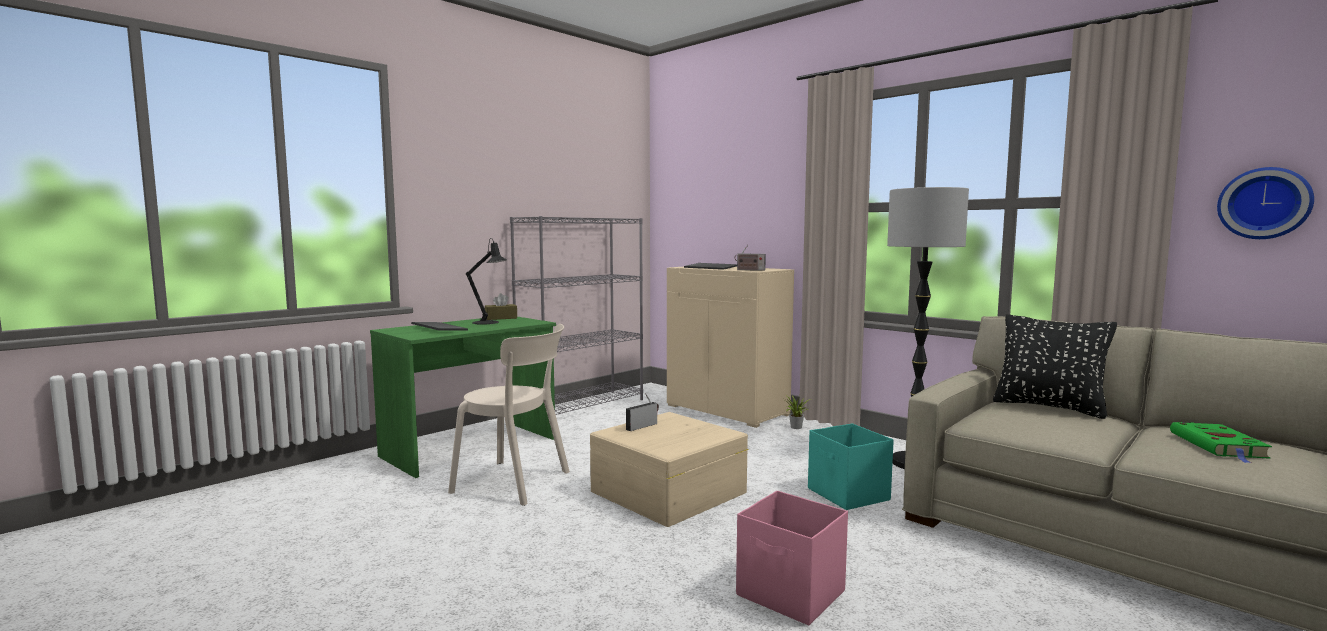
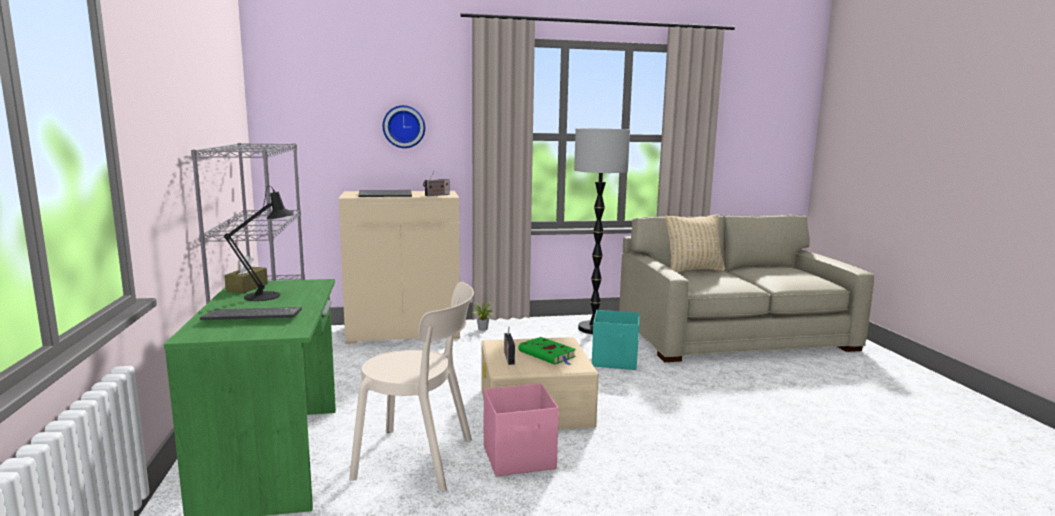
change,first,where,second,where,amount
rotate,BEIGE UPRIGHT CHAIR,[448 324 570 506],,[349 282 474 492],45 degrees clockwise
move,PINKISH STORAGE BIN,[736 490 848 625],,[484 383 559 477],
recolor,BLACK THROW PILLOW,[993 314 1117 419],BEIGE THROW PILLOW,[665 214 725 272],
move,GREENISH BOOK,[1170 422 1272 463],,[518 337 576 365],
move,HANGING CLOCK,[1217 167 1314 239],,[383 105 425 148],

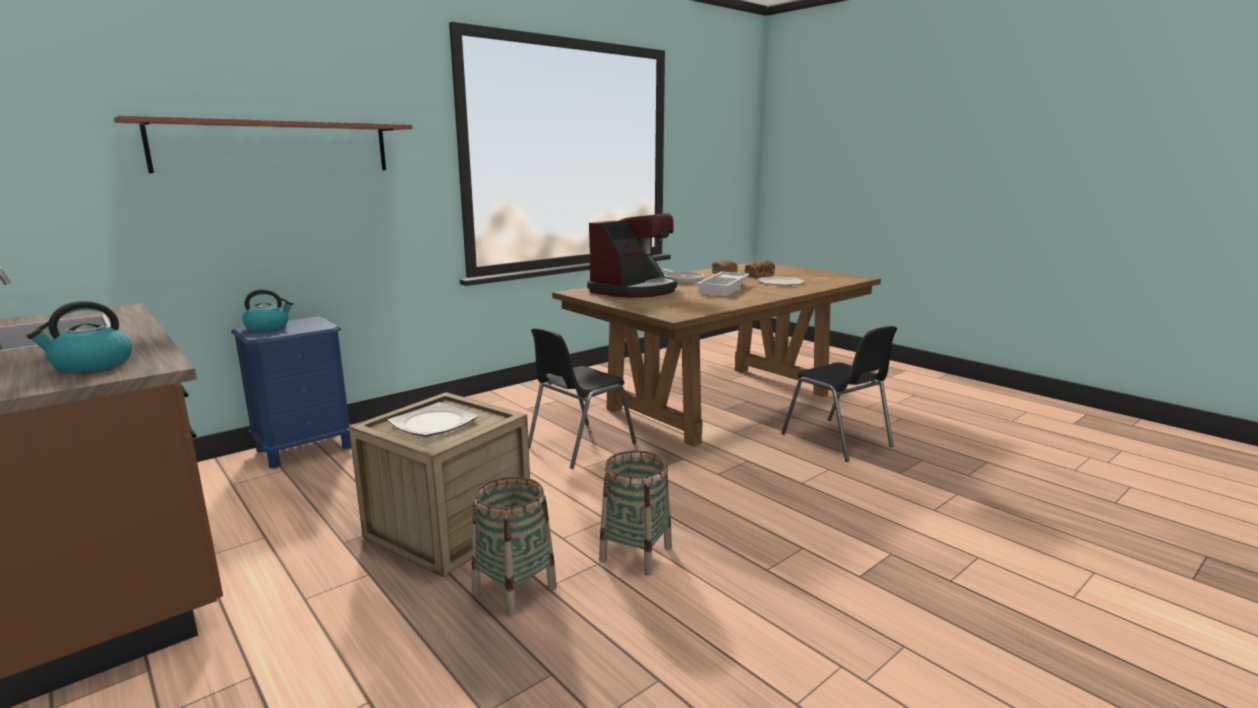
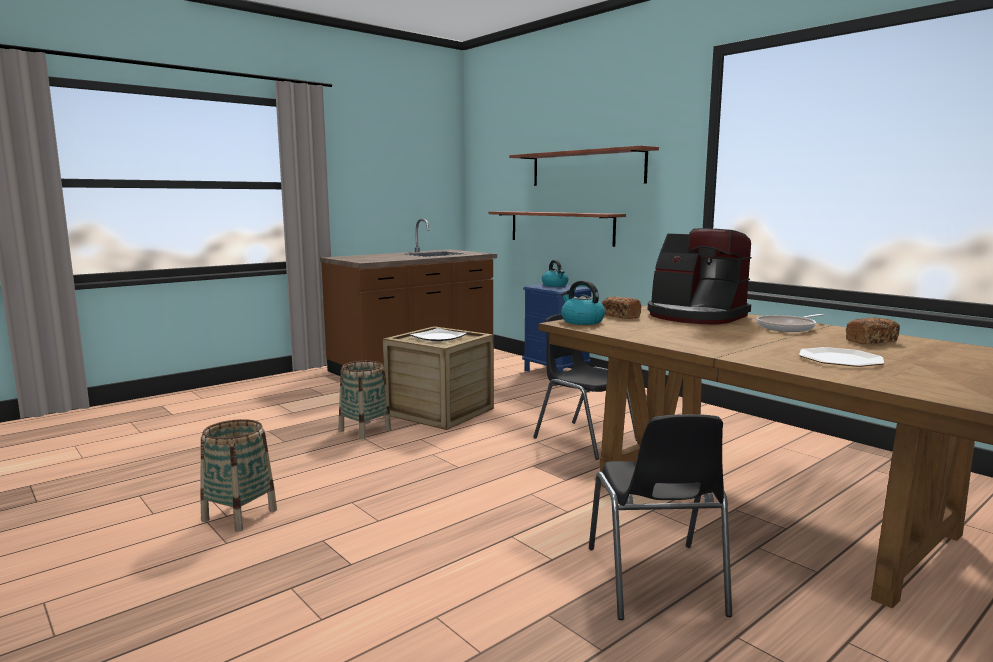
change,first,where,second,where,amount
move,TEA KETTLE,[27 301 132 373],,[561 280 605 325],
move,STORAGE BASKET,[599 450 672 575],,[200 419 277 532],
delete,WHITISH CARRYING TRAY,[697 272 750 296],,,
move,BAKED BREAD,[745 260 775 278],,[602 297 641 319],
rotate,BLACK UPRIGHT CHAIR,[781 326 897 462],,[589 414 732 620],60 degrees counterclockwise
insert,,,WALL SHELF,[489 211 626 247],

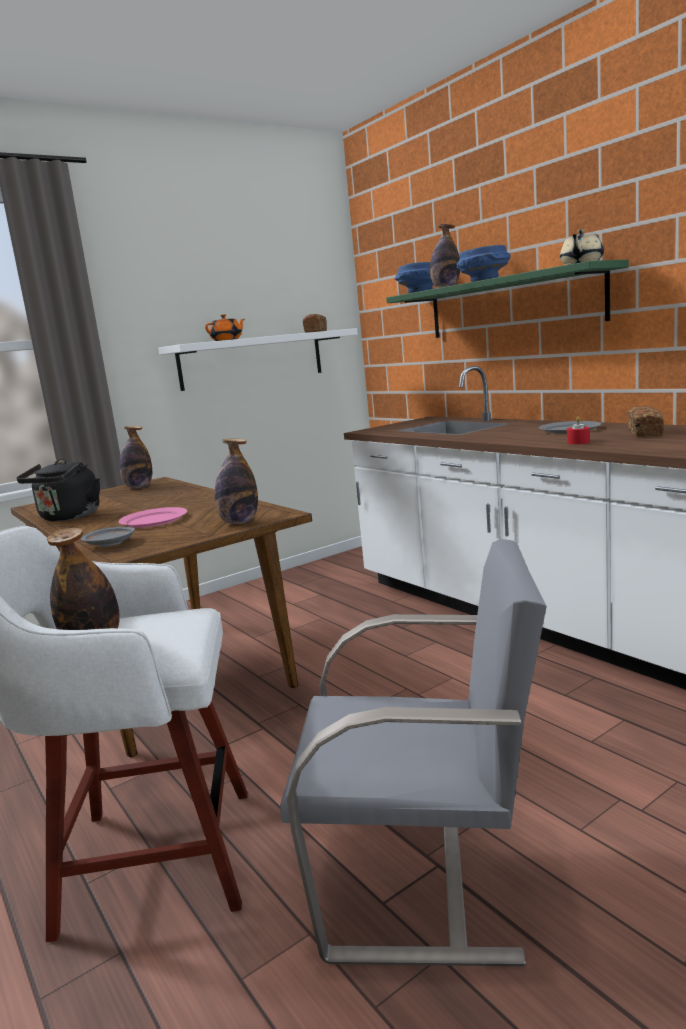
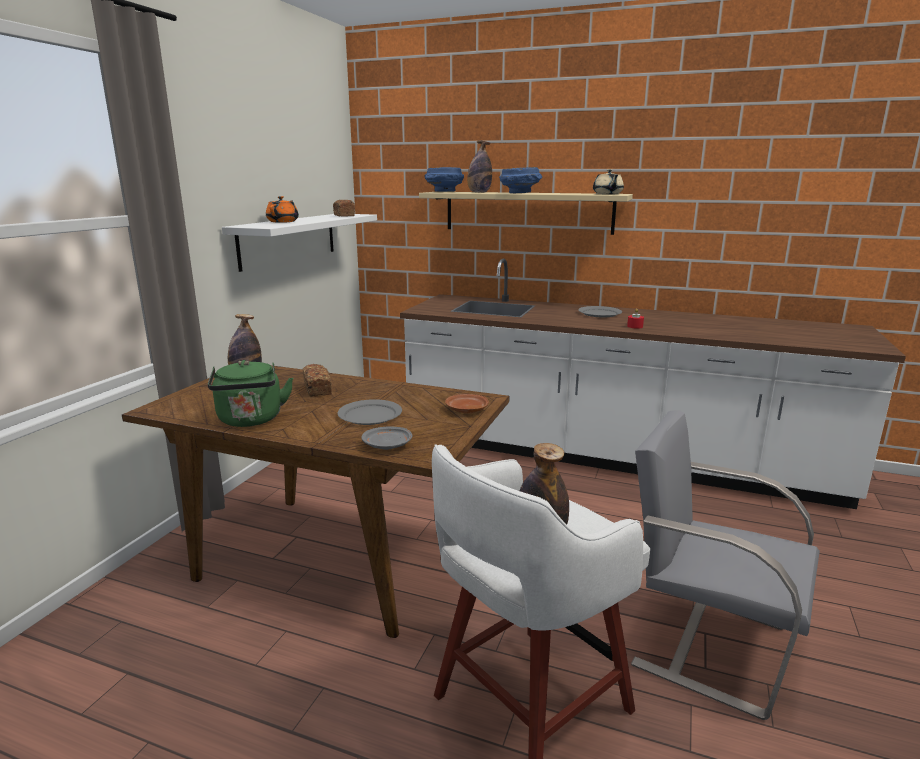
change,first,where,second,where,amount
recolor,BLACK TEA KETTLE,[16 459 100 521],GREENISH TEA KETTLE,[208 360 293 427],
recolor,PINKISH PLATE,[119 507 187 528],GREY PLATE,[337 399 402 425],
replace,BEVERAGE BOTTLE,[215 439 258 524],BROWN-COLOURED PLATE,[445 394 489 413],
rotate,GREY UPRIGHT CHAIR,[280 539 547 966],,[631 410 820 720],120 degrees counterclockwise
recolor,GREENISH WALL SHELF,[386 260 629 338],BEIGE WALL SHELF,[419 192 633 235],
move,BAKED BREAD,[628 406 664 437],,[303 364 332 397],

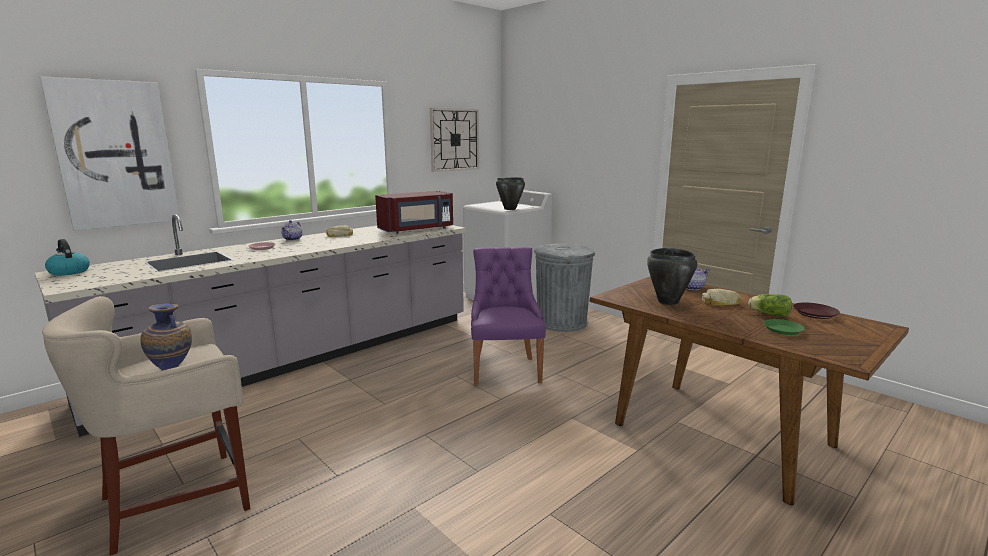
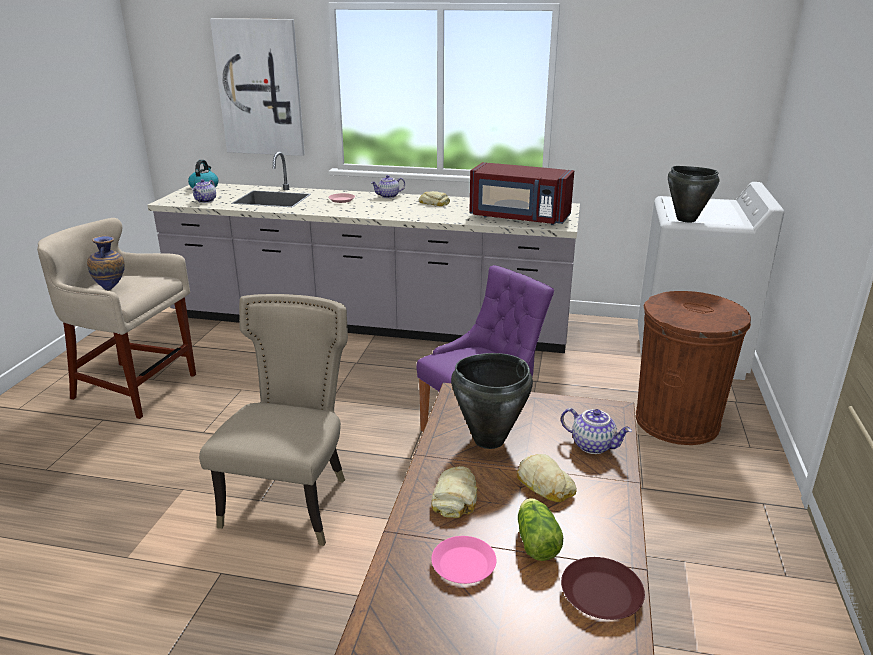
change,first,where,second,where,amount
delete,HANGING CLOCK,[430 108 479 172],,,
recolor,GREY TRASH CAN,[534 243 595 332],BROWN-COLOURED TRASH CAN,[636 291 751 445],
recolor,GREENISH PLATE,[763 319 805 335],PINKISH PLATE,[431 536 497 584],
insert,,,TEA POT,[192 179 216 203],
insert,,,BEIGE UPRIGHT CHAIR,[199 294 348 546],
insert,,,BAKED BREAD,[431 466 477 518],

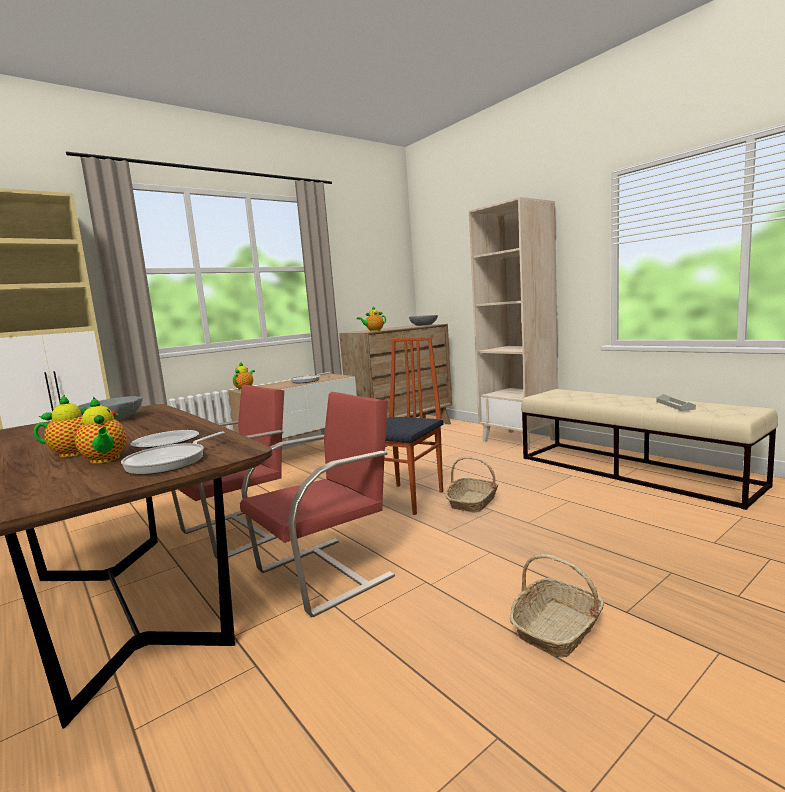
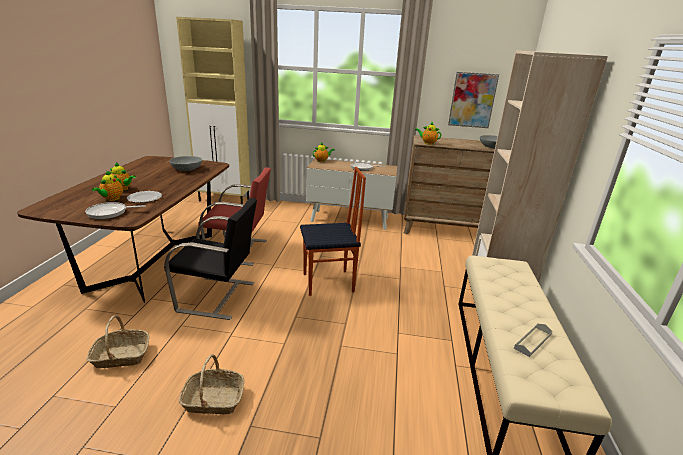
change,first,where,second,where,amount
recolor,REDDISH UPRIGHT CHAIR,[240 392 395 617],BLACK UPRIGHT CHAIR,[164 198 257 320],
move,STORAGE BASKET,[446 456 498 513],,[87 315 149 368],
insert,,,WALL ART,[448 72 499 128],

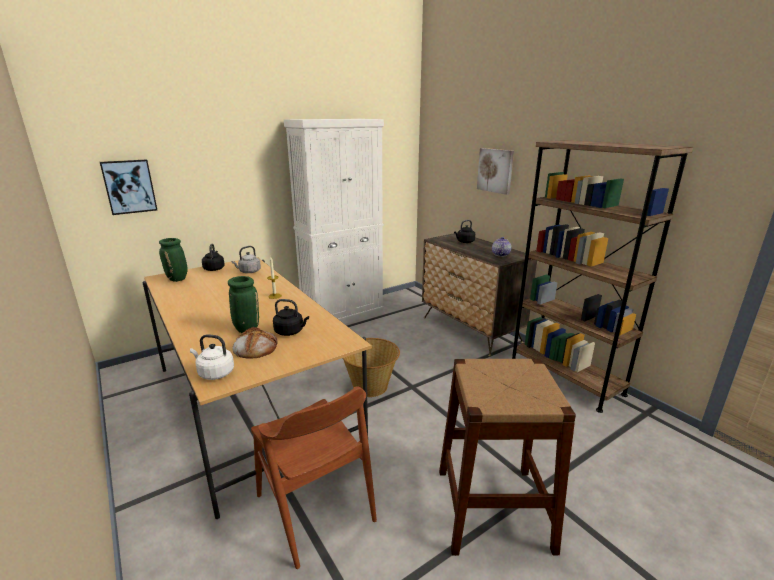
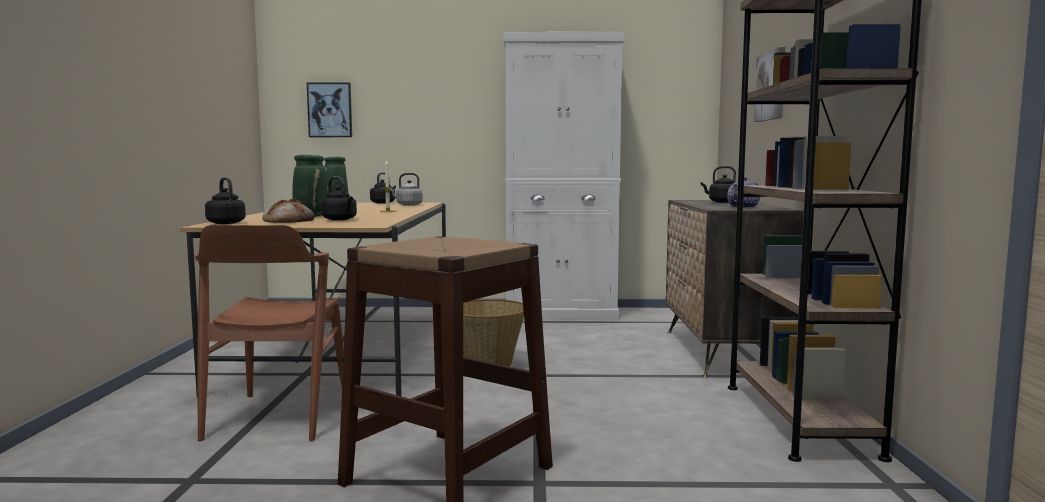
change,first,where,second,where,amount
recolor,WHITISH TEA KETTLE,[190 335 234 380],BLACK TEA KETTLE,[205 177 246 224],

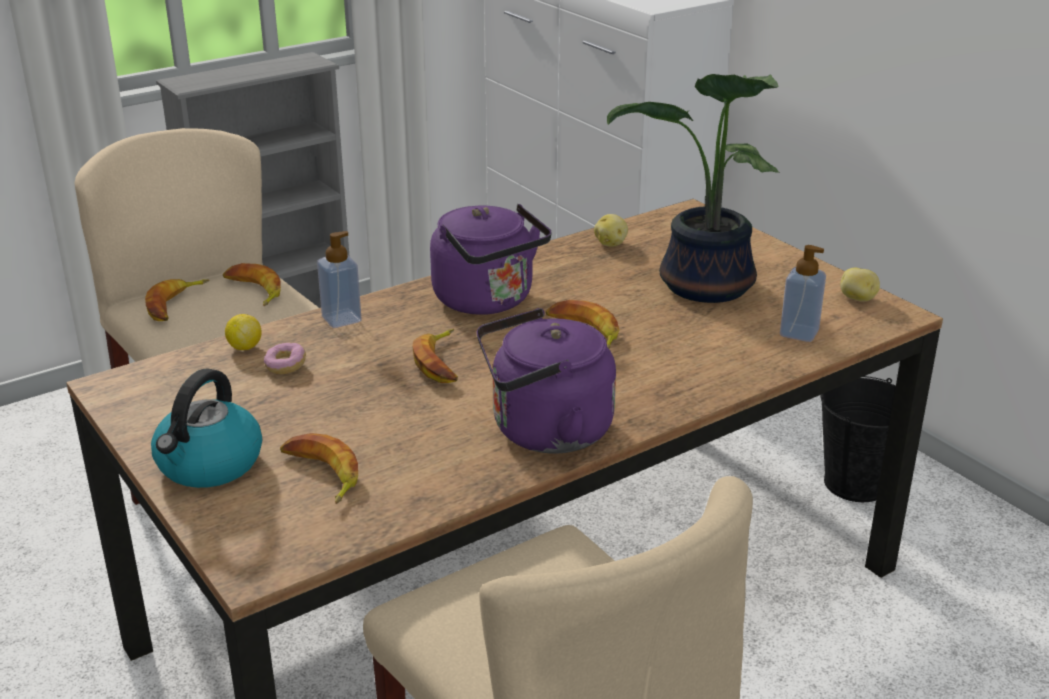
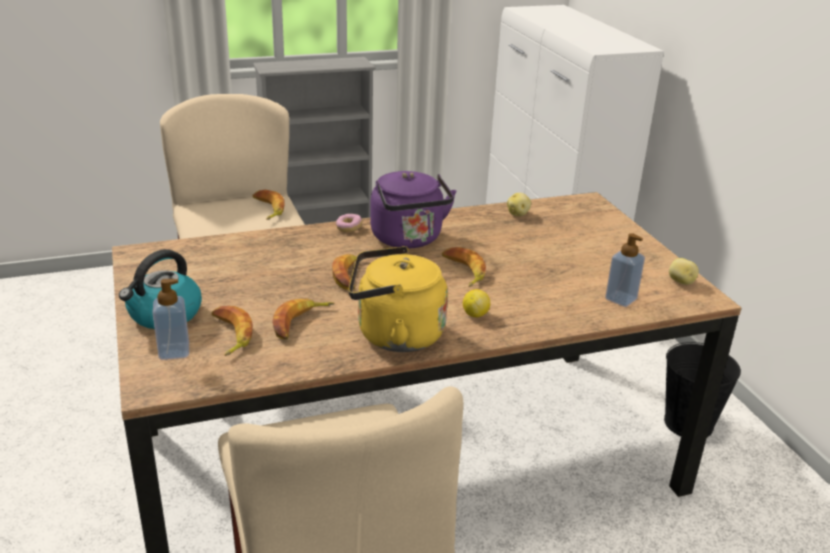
change,first,where,second,where,amount
move,BANANA FRUIT,[145 279 209 321],,[272 299 335 340],
move,WHOLE LEMON,[225 314 262 350],,[463 289 490 317],
move,DOUGHNUT,[264 343 306 375],,[336 214 362 232],
move,LIQUID SOAP BOTTLE,[317 231 362 328],,[152 279 189 360],
recolor,PURPLE-COLOURED TEA KETTLE,[477 308 616 454],YELLOW TEA KETTLE,[348 246 448 352],
delete,PLANT IN A POT,[607 74 779 303],,,

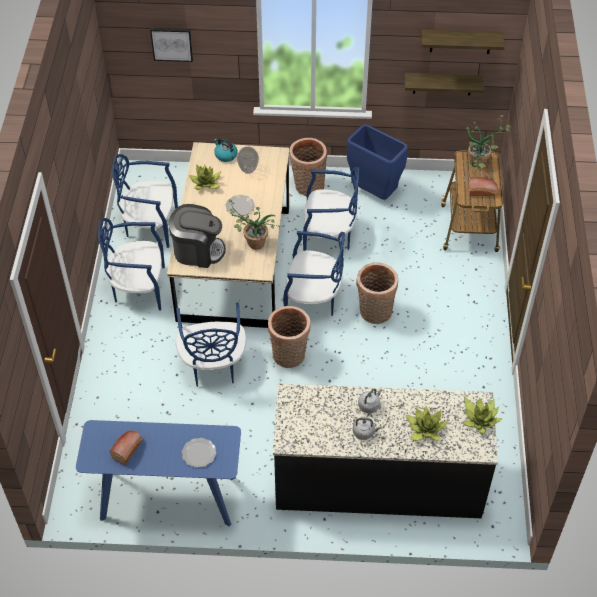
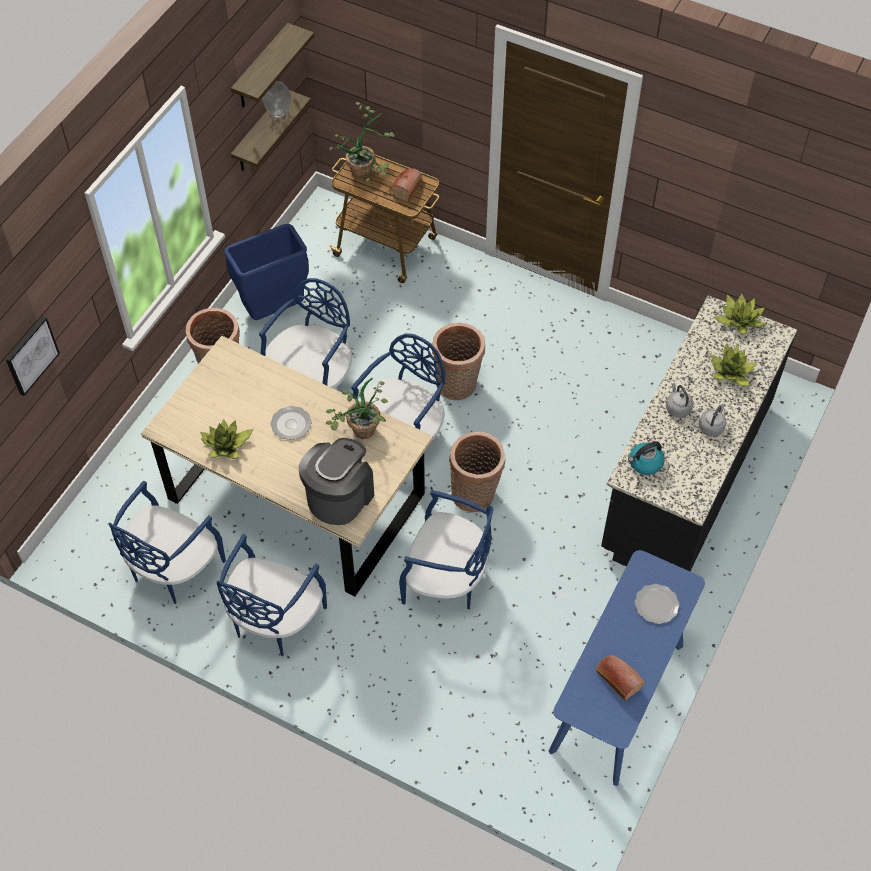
change,first,where,second,where,amount
move,TEA KETTLE,[214 138 238 162],,[628 441 665 475],
move,DECORATIVE VASE,[237 147 259 174],,[262 81 291 118],

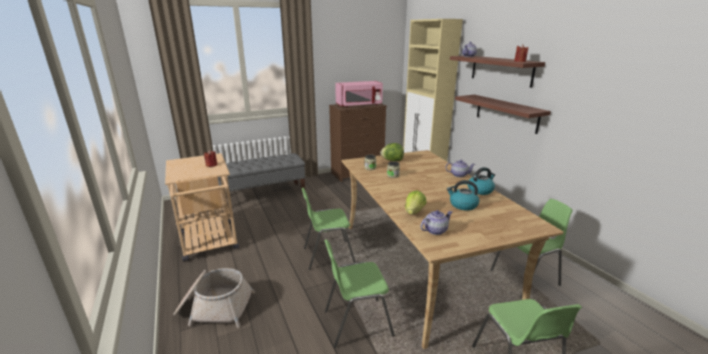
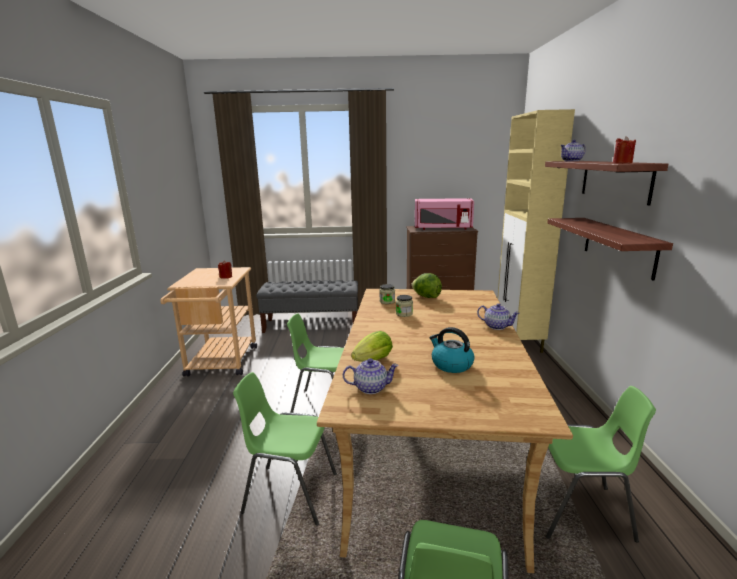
change,first,where,second,where,amount
delete,STORAGE BASKET,[173 268 255 328],,,
delete,TEA KETTLE,[467 167 495 195],,,

